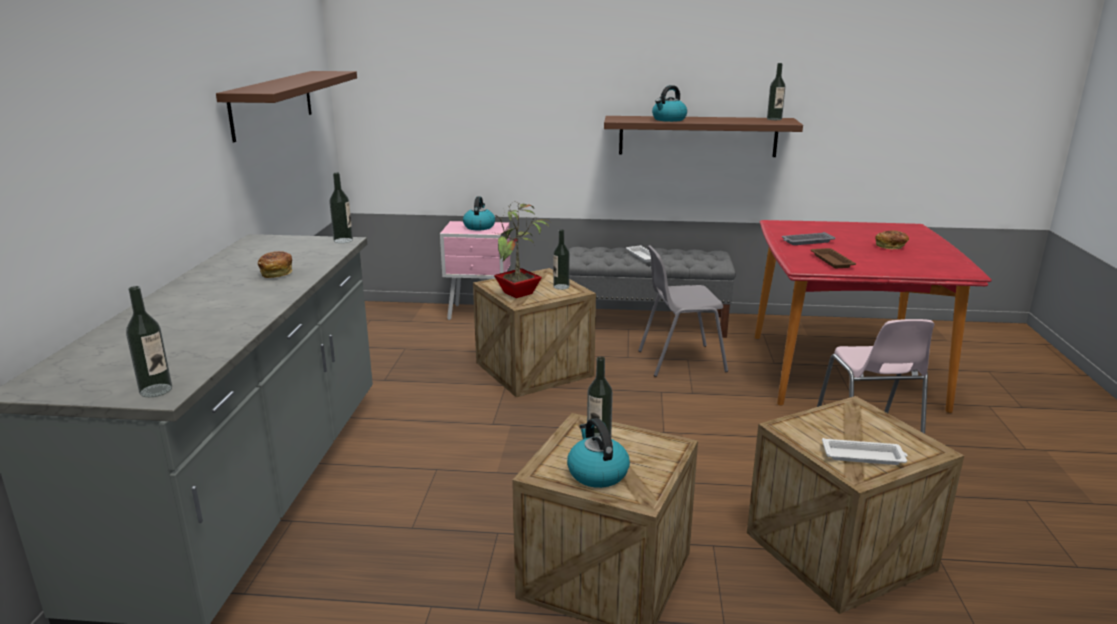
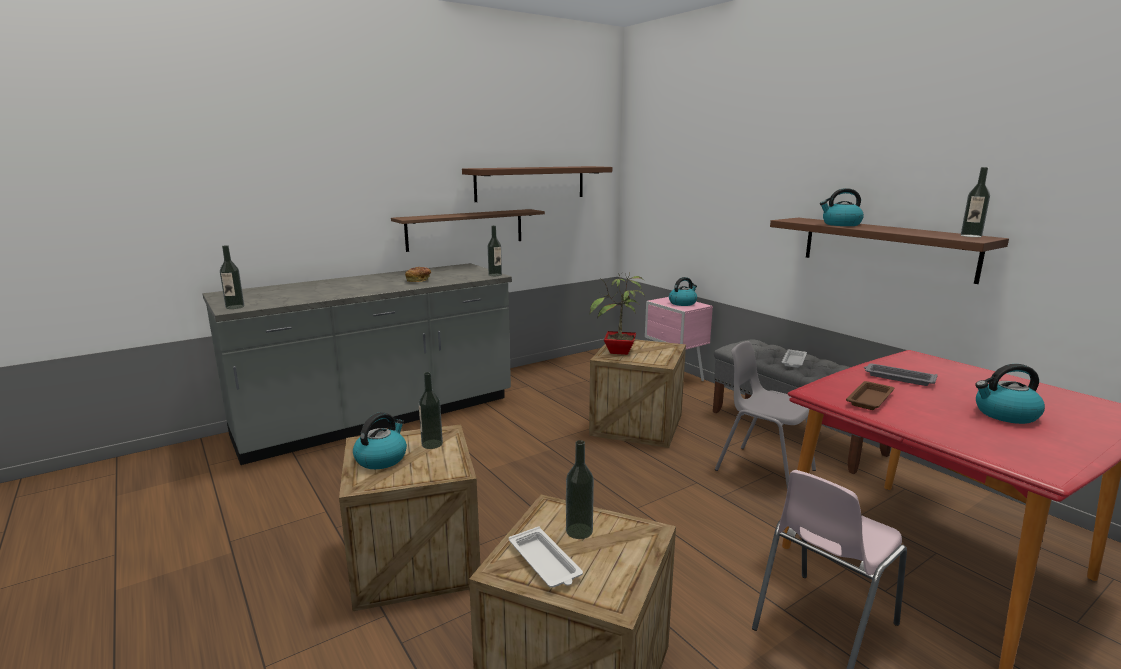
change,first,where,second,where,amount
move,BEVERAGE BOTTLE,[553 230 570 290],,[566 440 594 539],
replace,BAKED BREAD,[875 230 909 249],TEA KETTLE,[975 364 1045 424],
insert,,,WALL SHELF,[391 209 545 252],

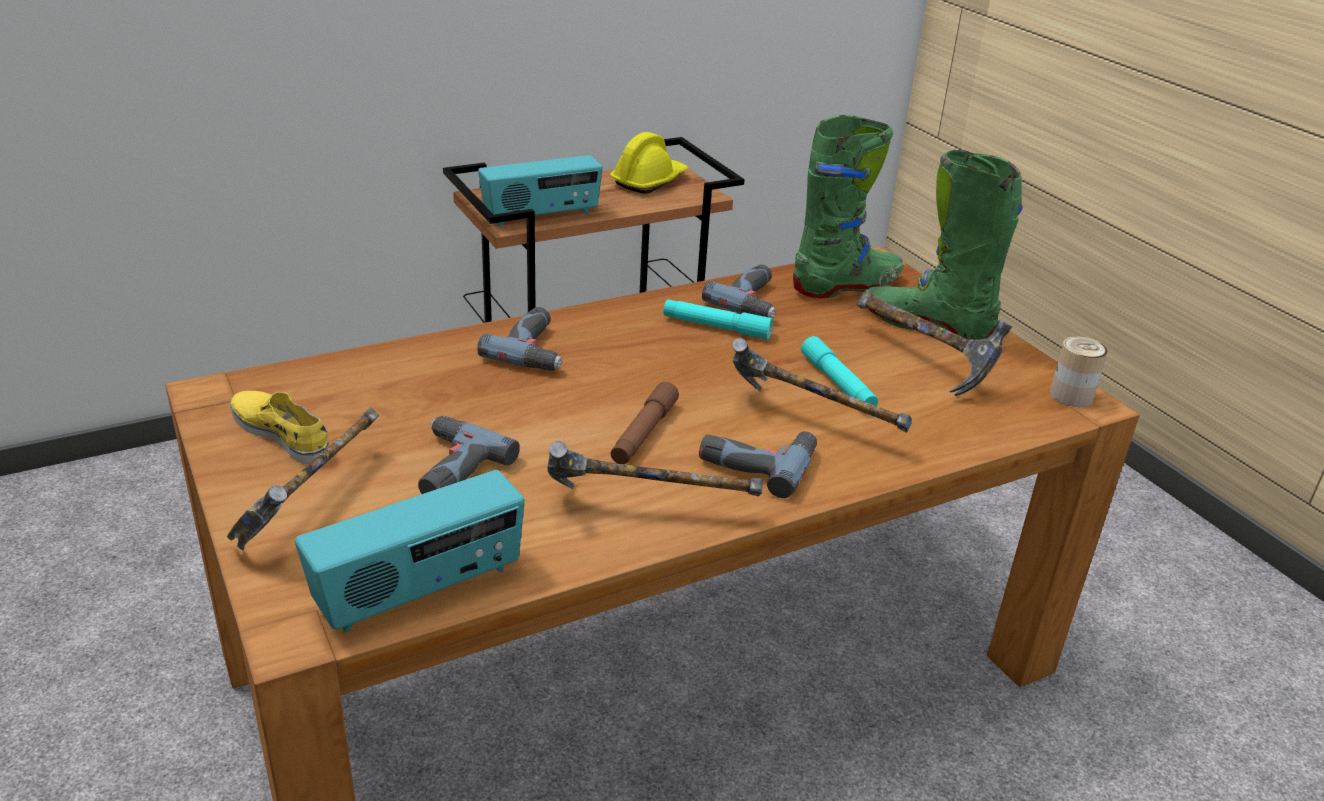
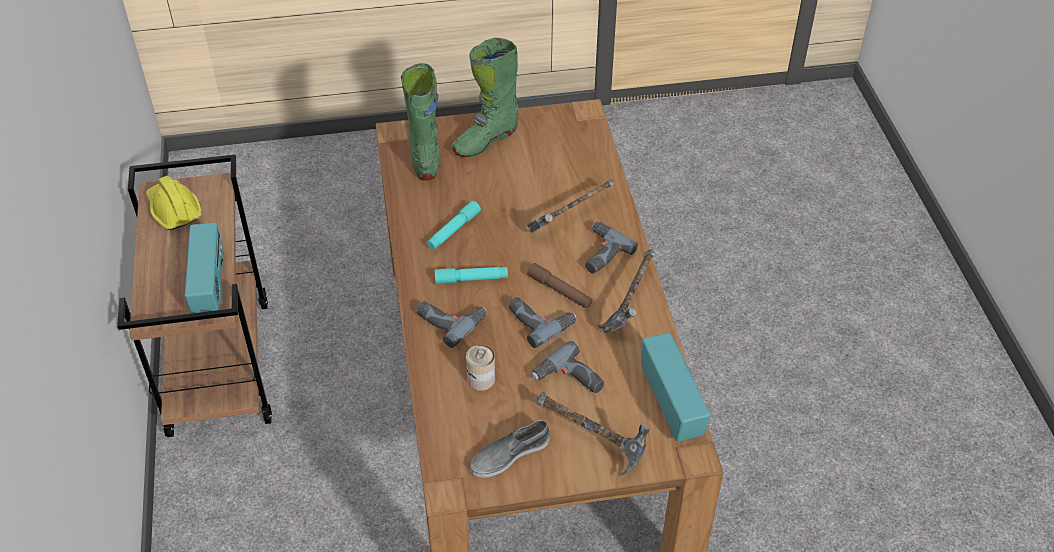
change,first,where,second,where,amount
recolor,YELLOW SHOE,[231 391 329 464],GREY SHOE,[471 420 550 478],
move,POWER DRILL,[702 264 776 318],,[509 297 576 348],
move,BLUE-GREEN FLASHLIGHT,[801 336 878 406],,[435 267 508 284],
delete,HAMMER,[857 289 1012 396],,,
move,METAL CAN,[1050 337 1108 407],,[466 345 495 391],

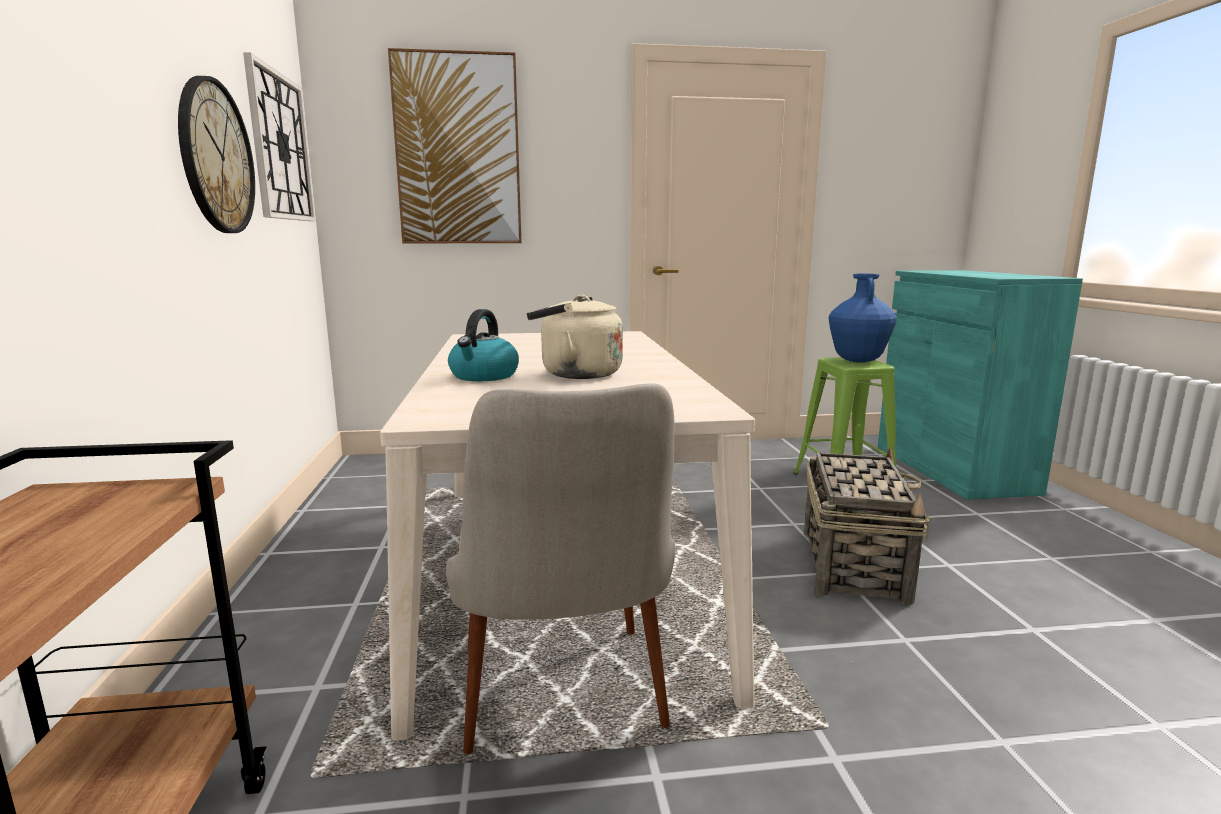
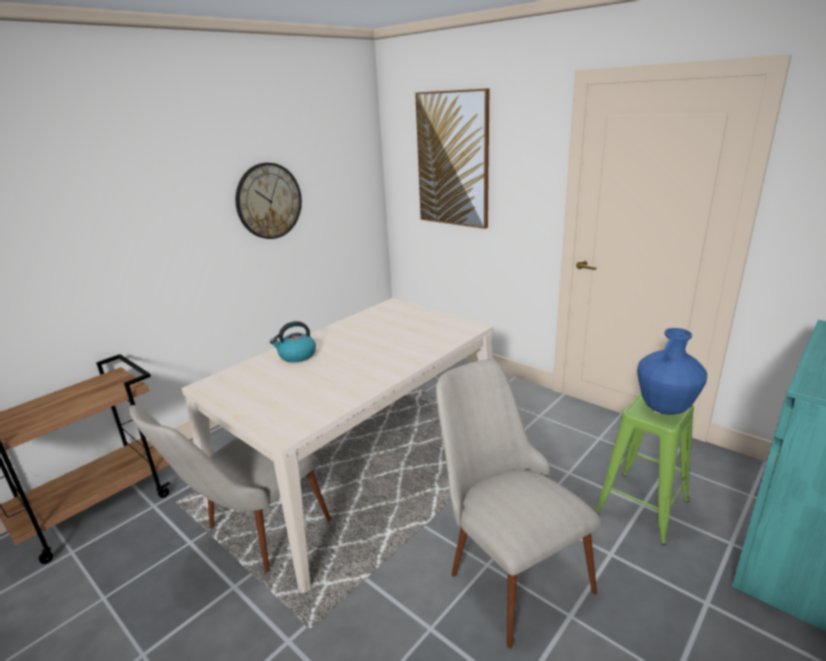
change,first,where,second,where,amount
delete,HANGING CLOCK,[243 52 315 221],,,
delete,BEIGE TEA KETTLE,[527 295 623 379],,,
replace,STORAGE BASKET,[804 447 931 605],BEIGE UPRIGHT CHAIR,[436 360 601 649],

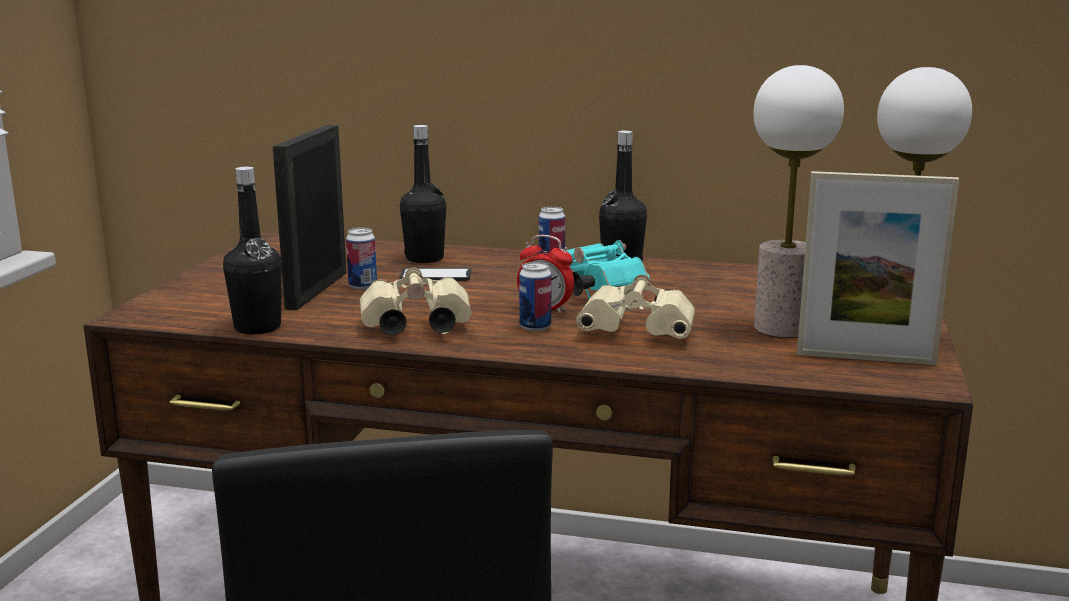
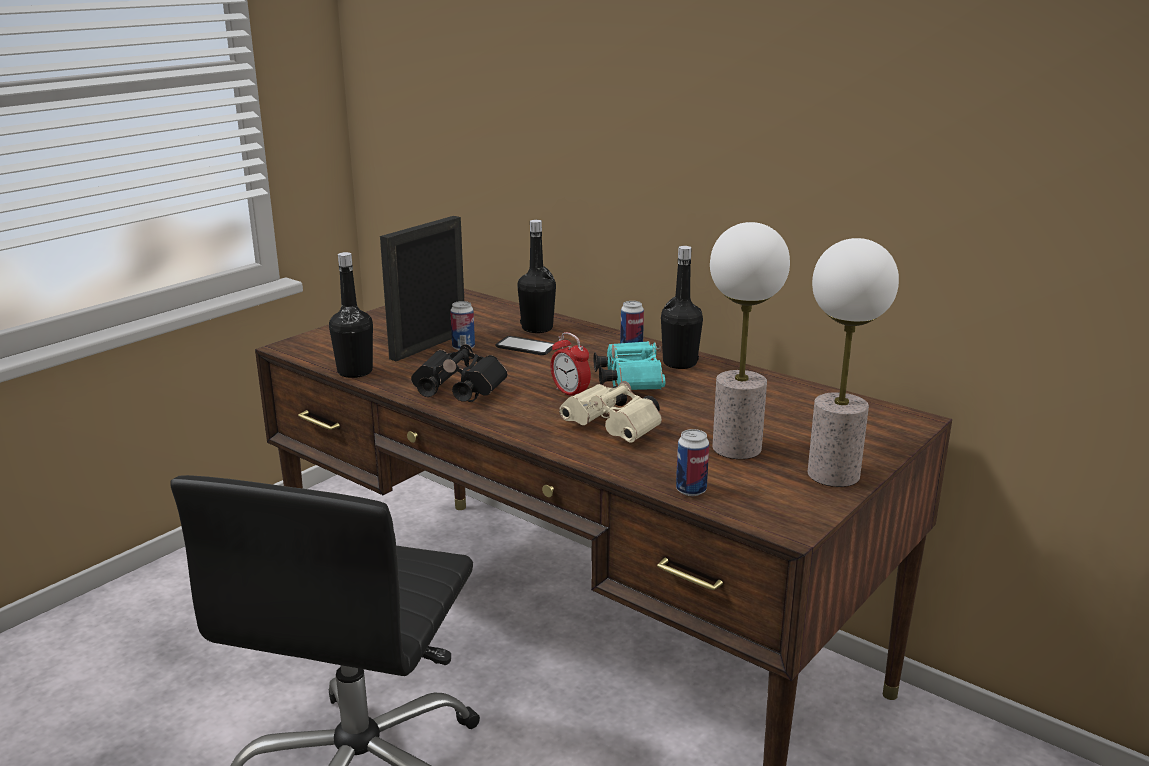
change,first,where,second,where,amount
recolor,BEIGE FIELD GLASSES,[360 267 472 335],BLACK FIELD GLASSES,[411 344 507 402],
move,METAL CAN,[519 262 551 332],,[676 429 709 496],
delete,PICTURE FRAME,[797 171 959 365],,,

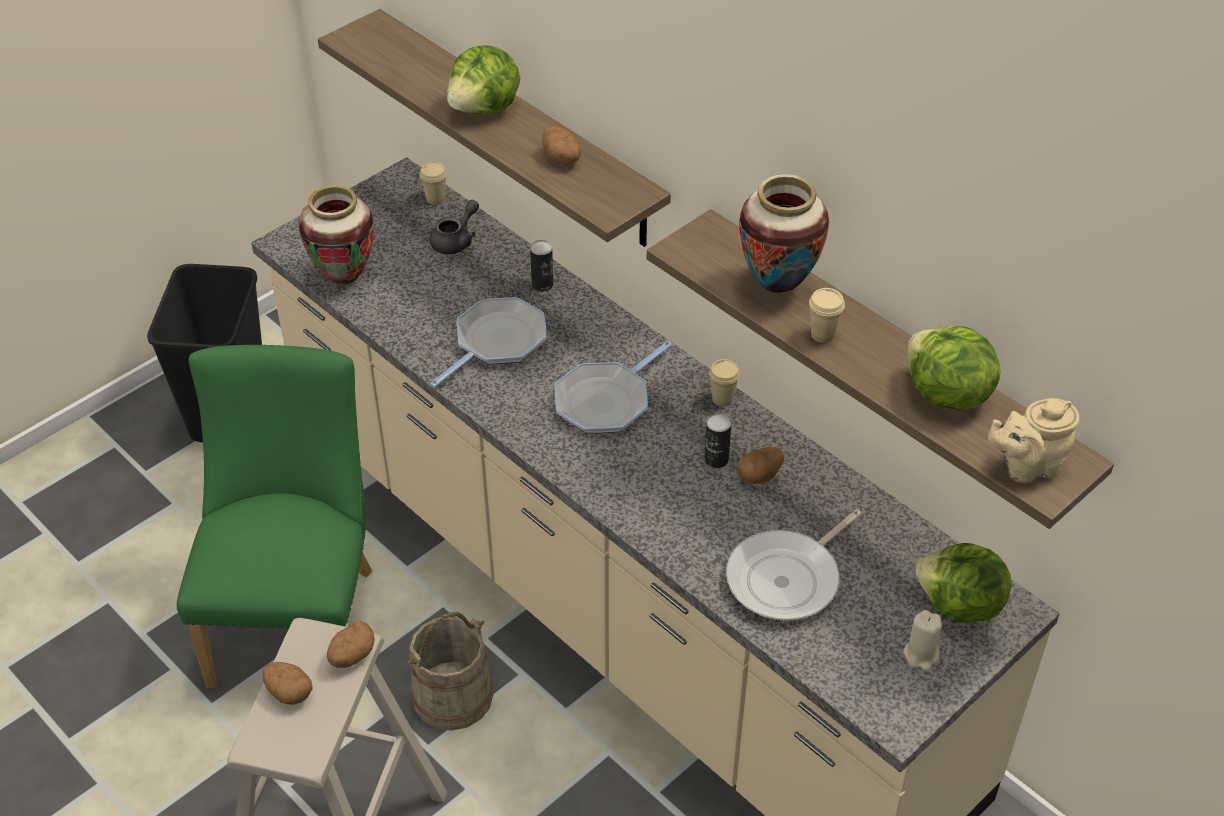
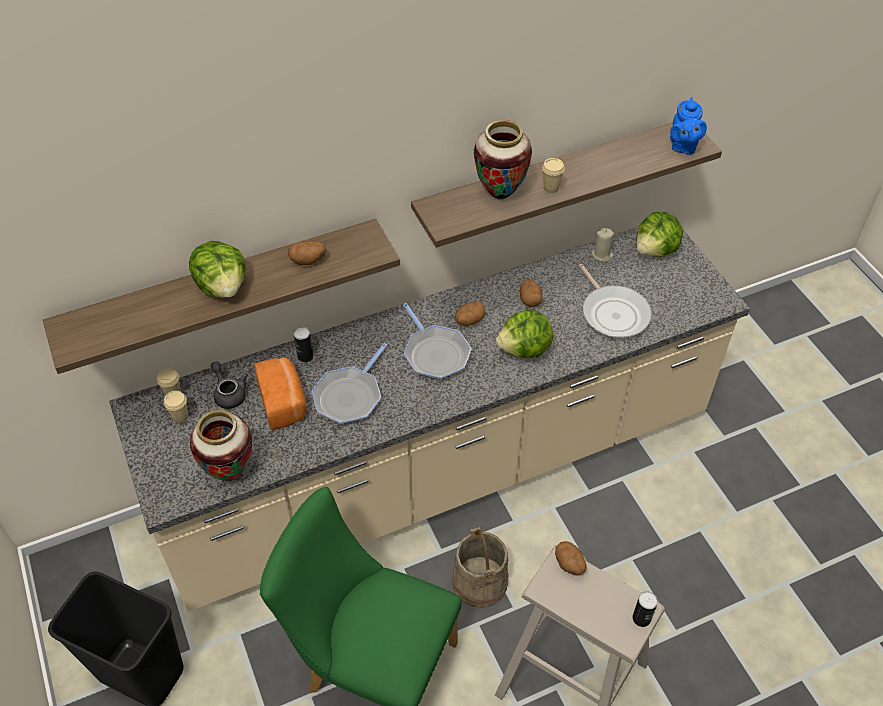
change,first,where,second,where,amount
move,SPUD,[262 662 312 705],,[455 301 485 326],
rotate,FRYING PAN,[430 297 547 388],,[312 343 387 424],120 degrees counterclockwise
move,METAL CAN,[704 413 731 468],,[632 591 658 627],
move,BEIGE SMALL CUP,[709 359 740 406],,[164 391 188 423],
move,BEIGE WAX LIGHT,[903 610 942 671],,[592 228 614 262],
move,LETTUCE HEAD,[908 326 1001 411],,[496 310 553 358],
recolor,BEIGE TEA POT,[988 398 1080 483],BLUISH TEA POT,[670 97 707 155],
insert,,,BAKED BREAD,[254 358 307 430],

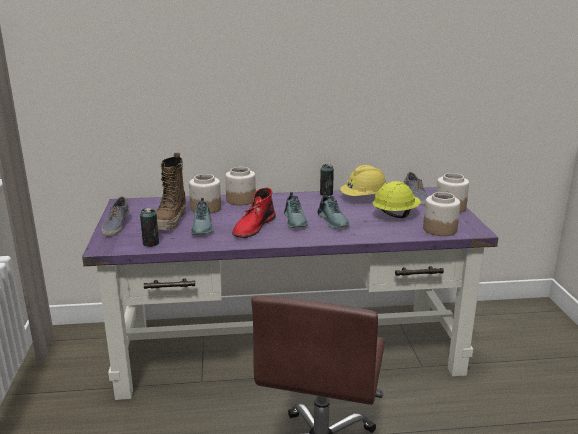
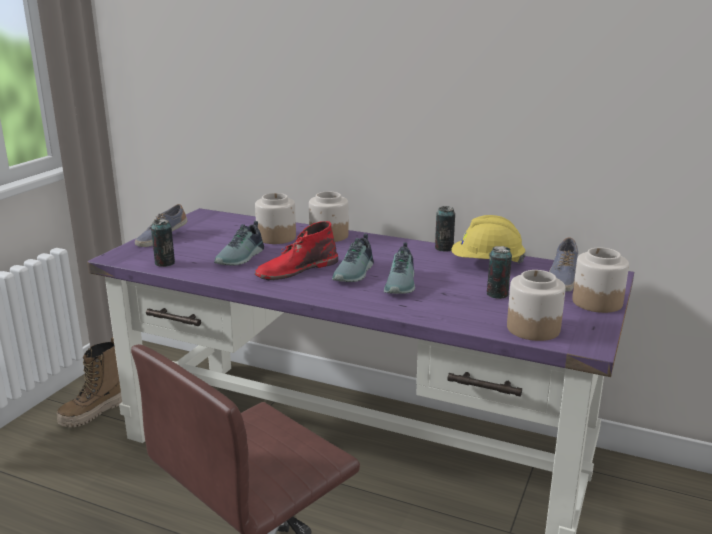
change,first,where,second,where,amount
move,HIGH-TOP BOOT,[155 152 186 230],,[57 337 122 427],
replace,YELLOW HARD HAT,[373 181 421 218],METAL CAN,[487 246 512 299],

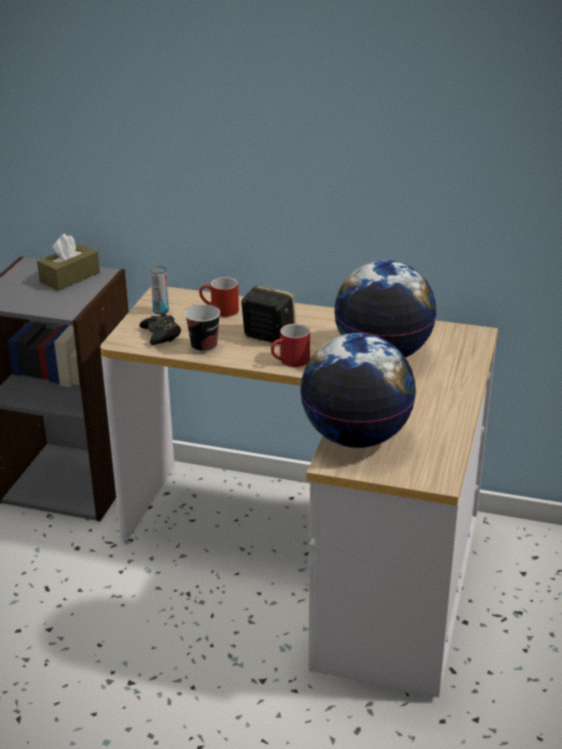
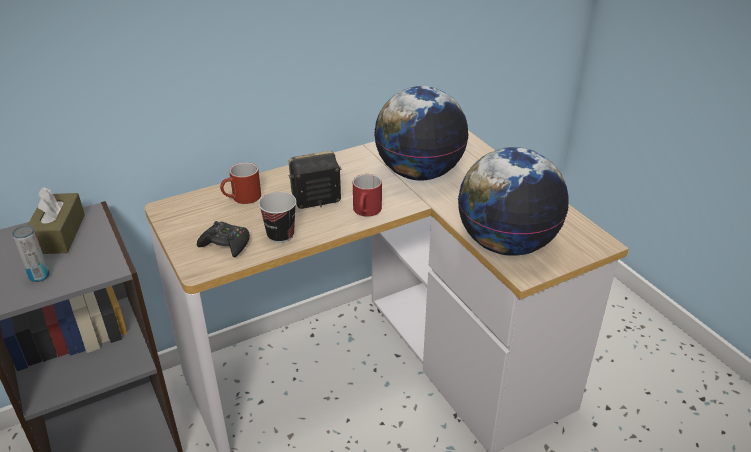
change,first,where,second,where,amount
move,METAL CAN,[150 266 169 315],,[12 225 49 282],

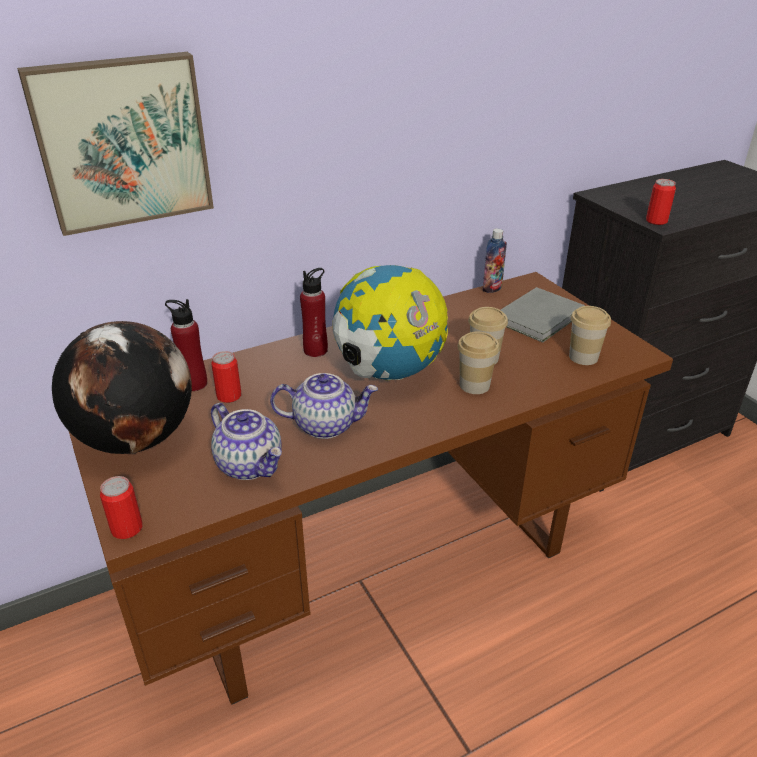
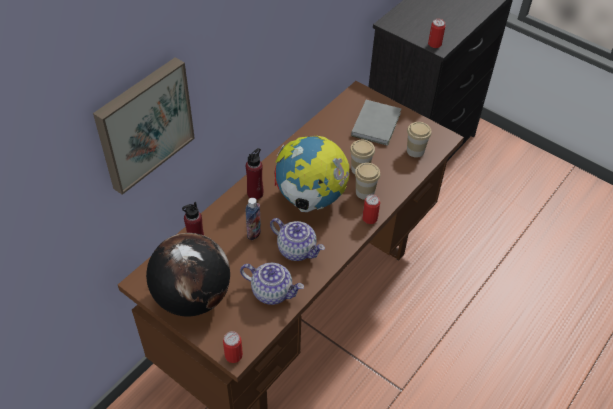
change,first,where,second,where,amount
move,METAL CAN,[211 351 241 403],,[362 194 380 224],
rotate,TEA POT,[270 373 378 439],,[270 218 325 261],60 degrees clockwise
move,BEVERAGE BOTTLE,[483 229 507 293],,[246 198 261 240],

